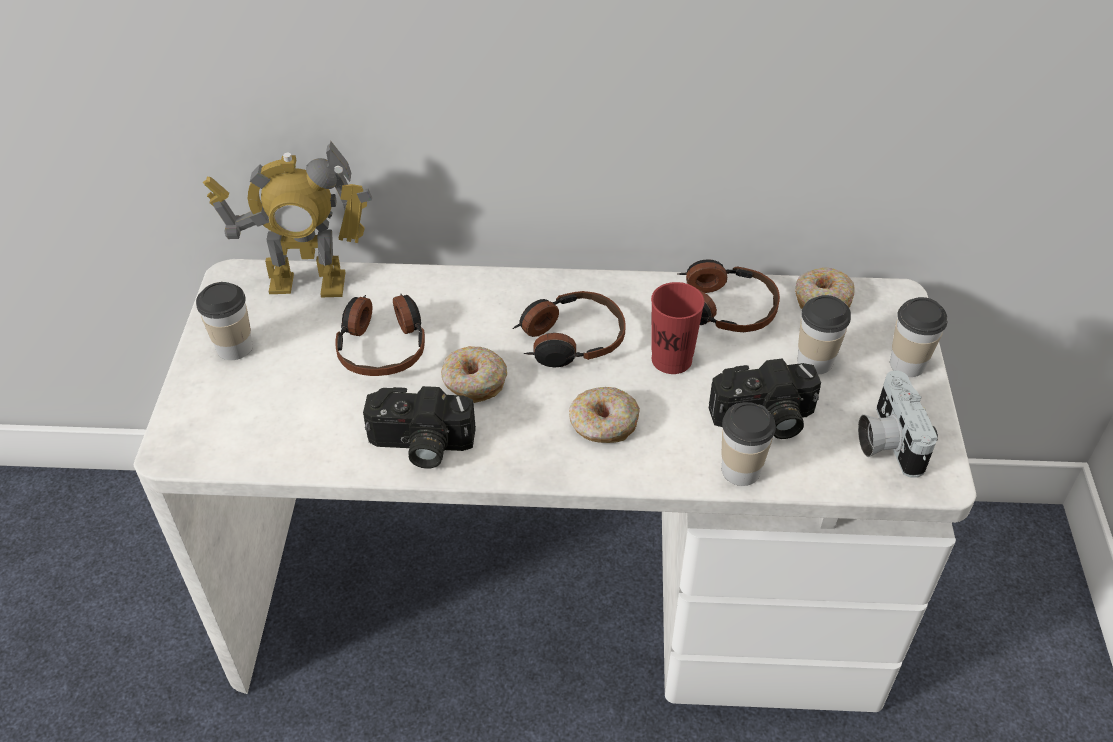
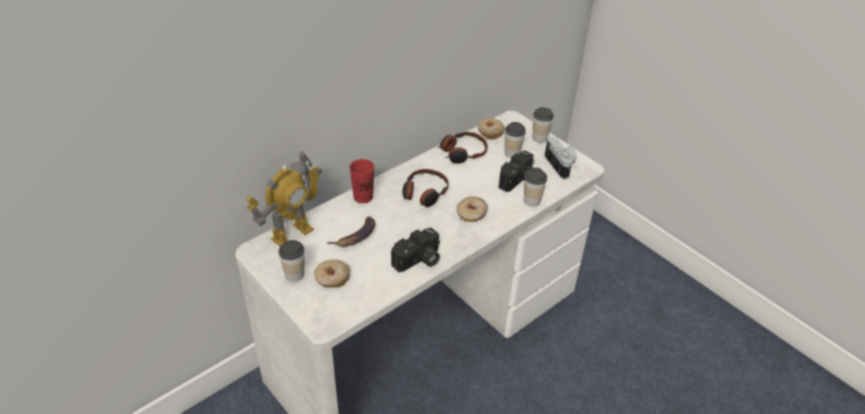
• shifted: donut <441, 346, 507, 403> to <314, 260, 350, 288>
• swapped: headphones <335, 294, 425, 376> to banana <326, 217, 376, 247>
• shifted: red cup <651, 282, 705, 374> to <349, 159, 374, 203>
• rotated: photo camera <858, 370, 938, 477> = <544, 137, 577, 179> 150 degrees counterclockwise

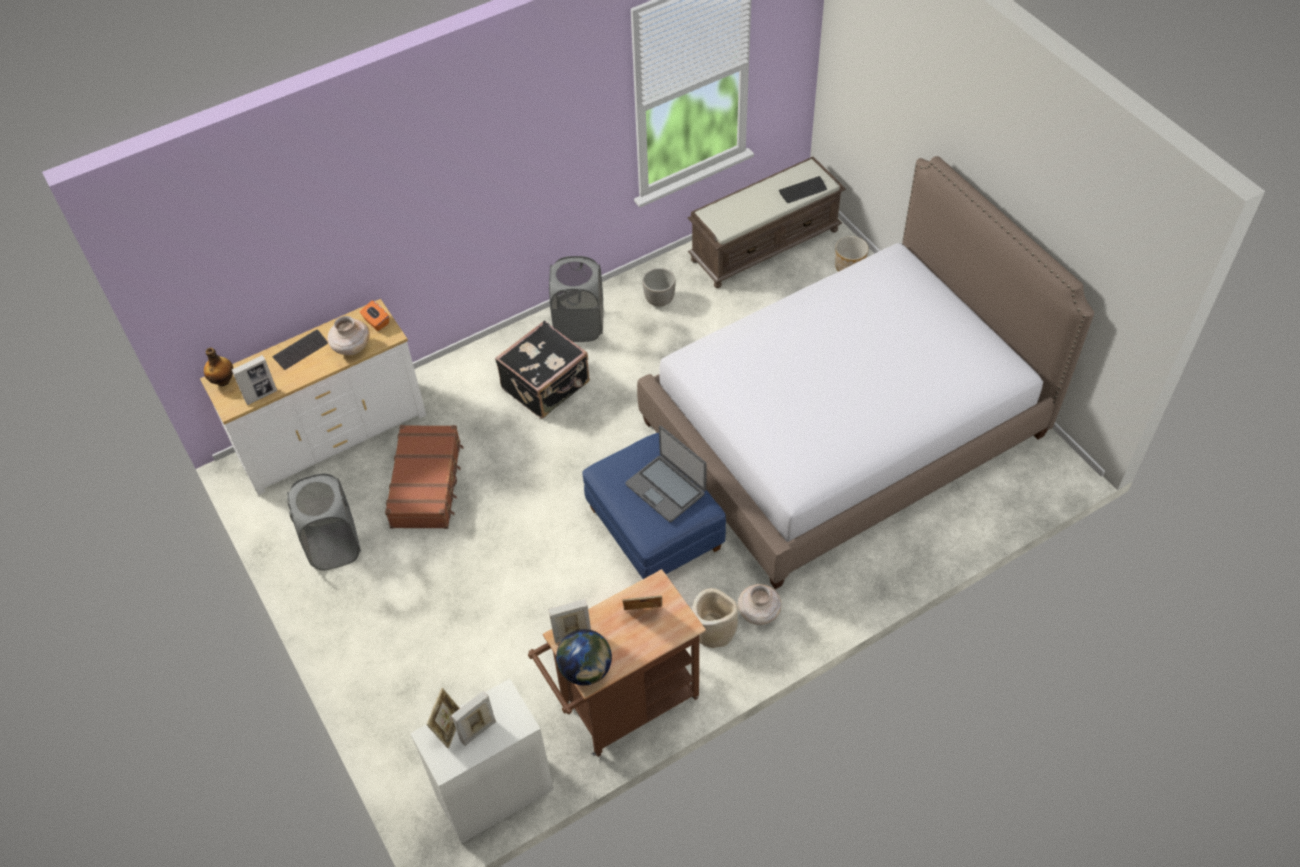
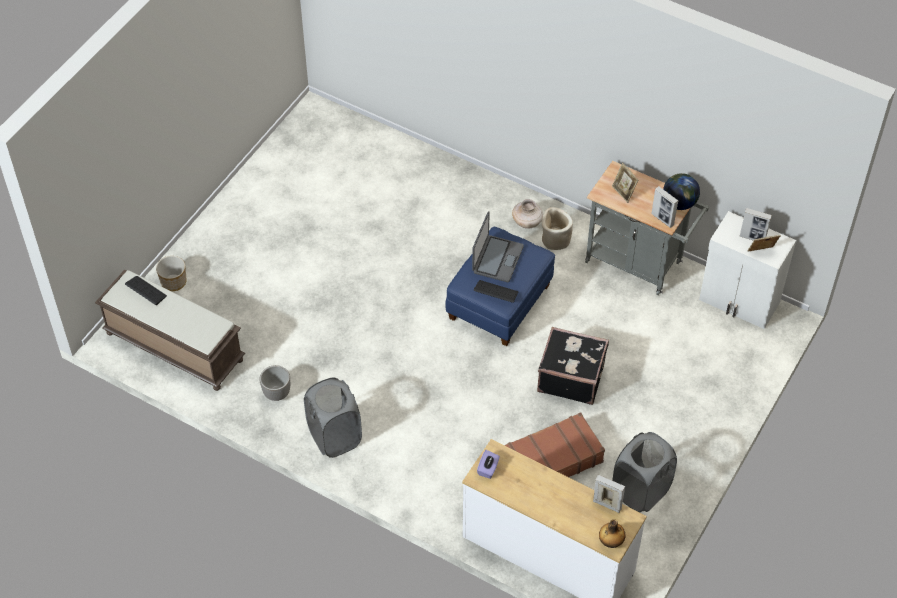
• shifted: keyboard <272, 329, 328, 370> to <474, 280, 518, 303>
• repainted: orange tissue box <360, 301, 389, 331> to purple tissue box <477, 450, 500, 479>
• shifted: black suitcase <495, 320, 590, 419> to <537, 327, 609, 405>
• repainted: brown cart <528, 569, 706, 757> to grey cart <585, 161, 709, 295>
• gone: beige vase <328, 316, 370, 355>
• gone: bed <637, 156, 1094, 589>

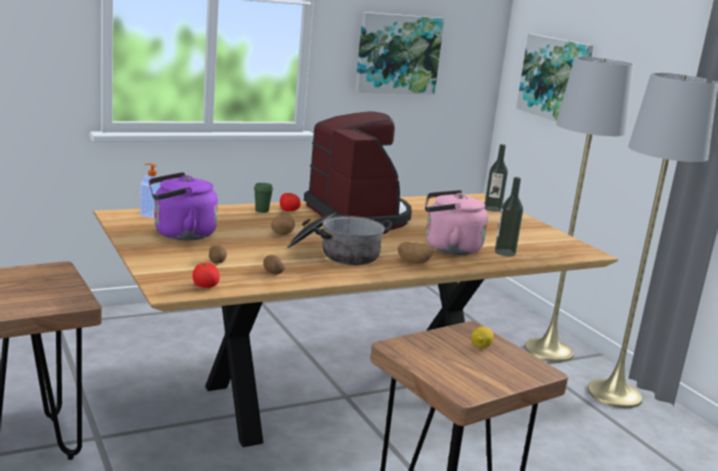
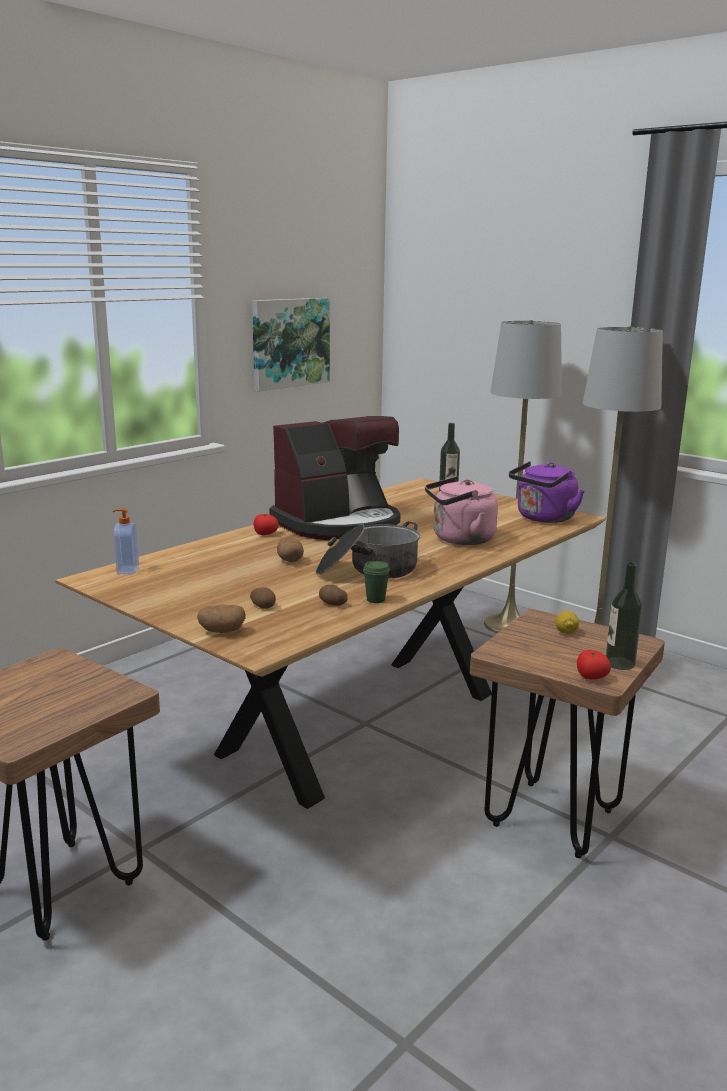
• shifted: potato <397, 242, 433, 264> to <197, 604, 246, 633>
• rotated: coffee machine <304, 111, 412, 230> = <269, 416, 400, 540> 105 degrees clockwise
• shifted: green cup <254, 183, 273, 213> to <363, 561, 390, 603>
• shifted: purple kettle <149, 172, 218, 241> to <509, 461, 584, 523>
• shifted: tomato <193, 263, 220, 288> to <577, 650, 611, 680>
• shifted: bottle <495, 177, 523, 256> to <606, 562, 642, 670>
• gone: picture <516, 34, 593, 122>

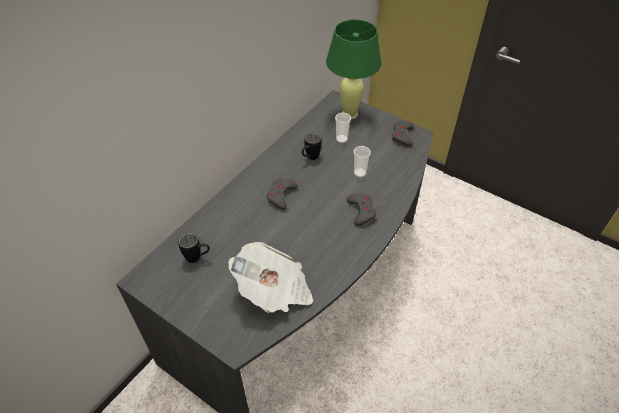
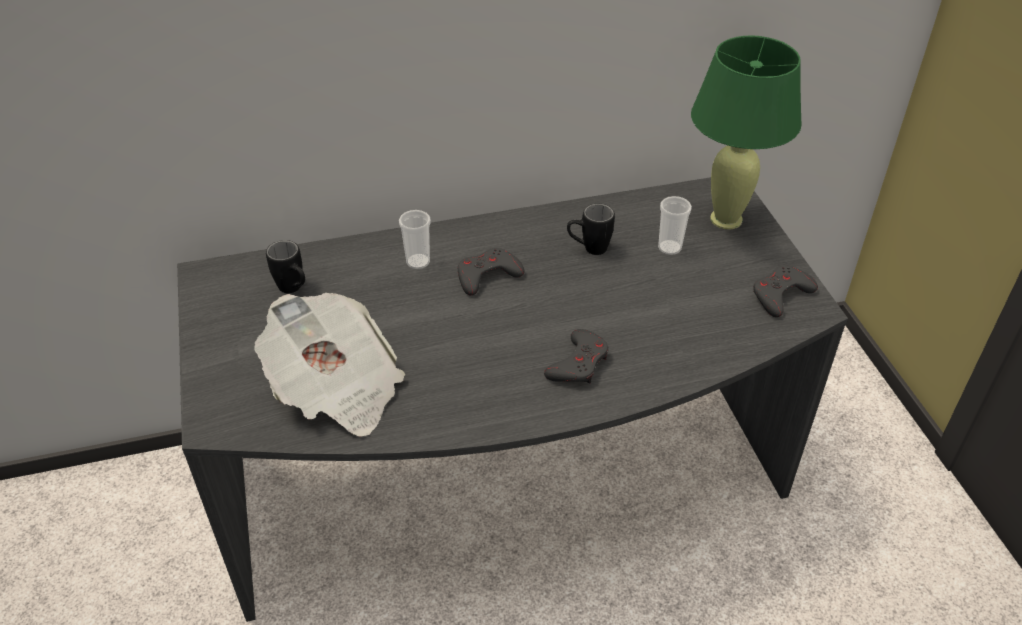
• shifted: cup <354, 146, 371, 177> to <399, 210, 431, 269>

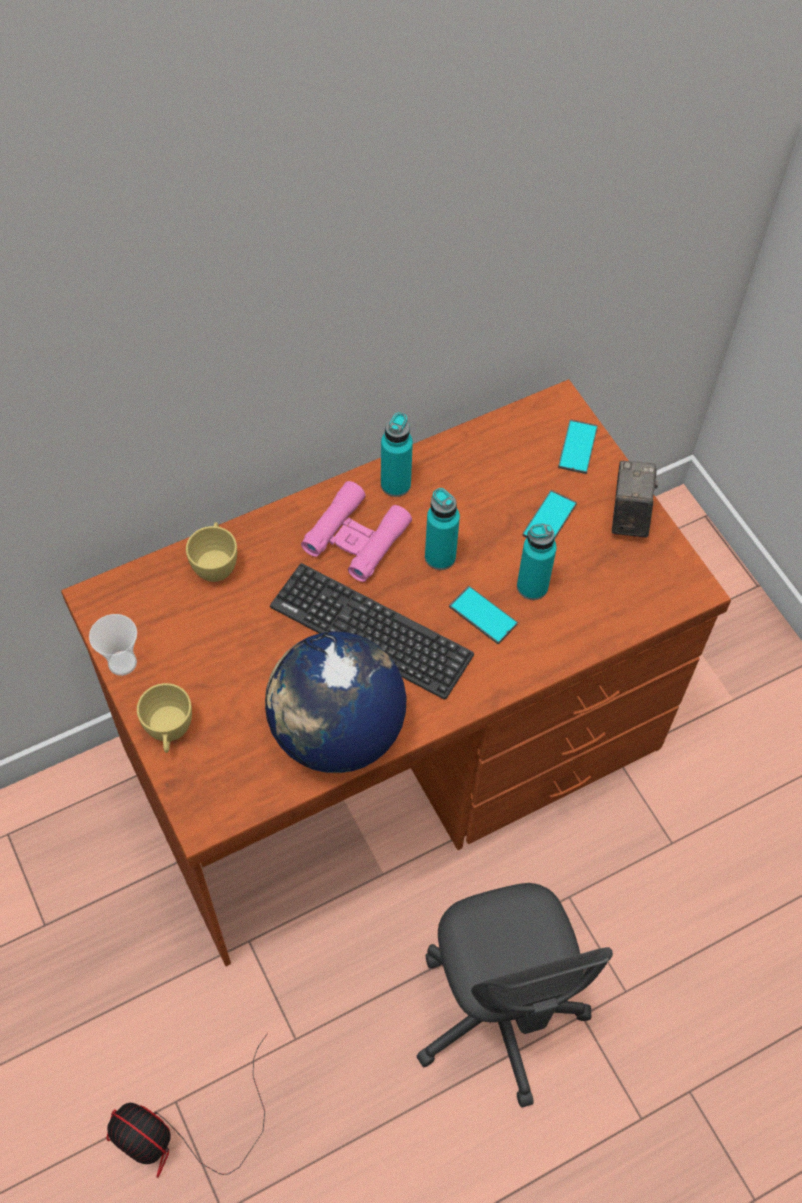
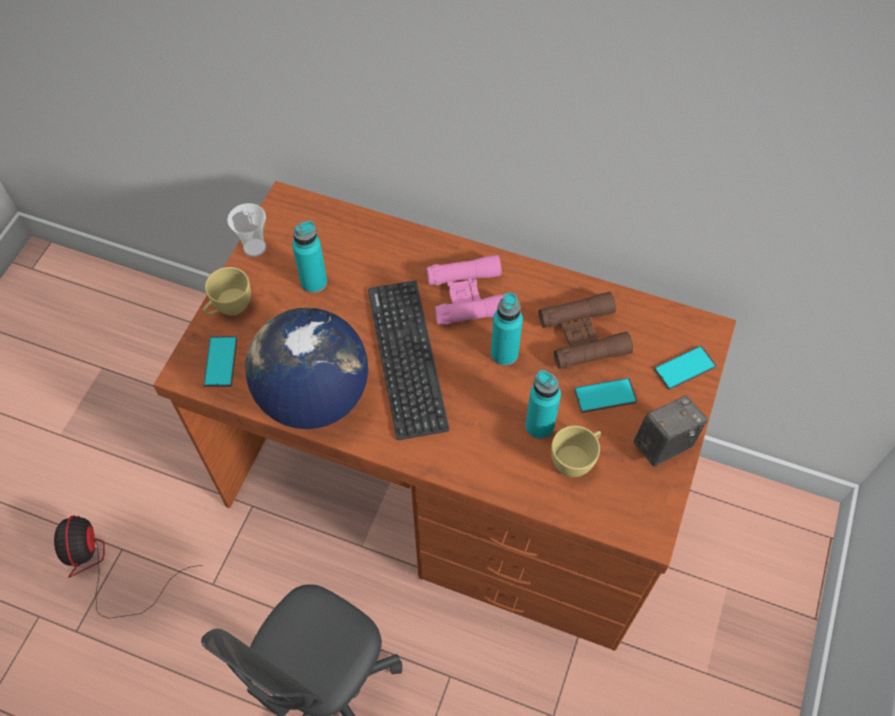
• shifted: phone <449, 586, 518, 644> to <204, 336, 237, 387>
• shifted: turquoise bottle <381, 412, 413, 497> to <292, 221, 327, 293>
• new: brown binoculars <538, 292, 633, 369>
• shifted: yellow cup <186, 522, 237, 582> to <551, 426, 601, 477>

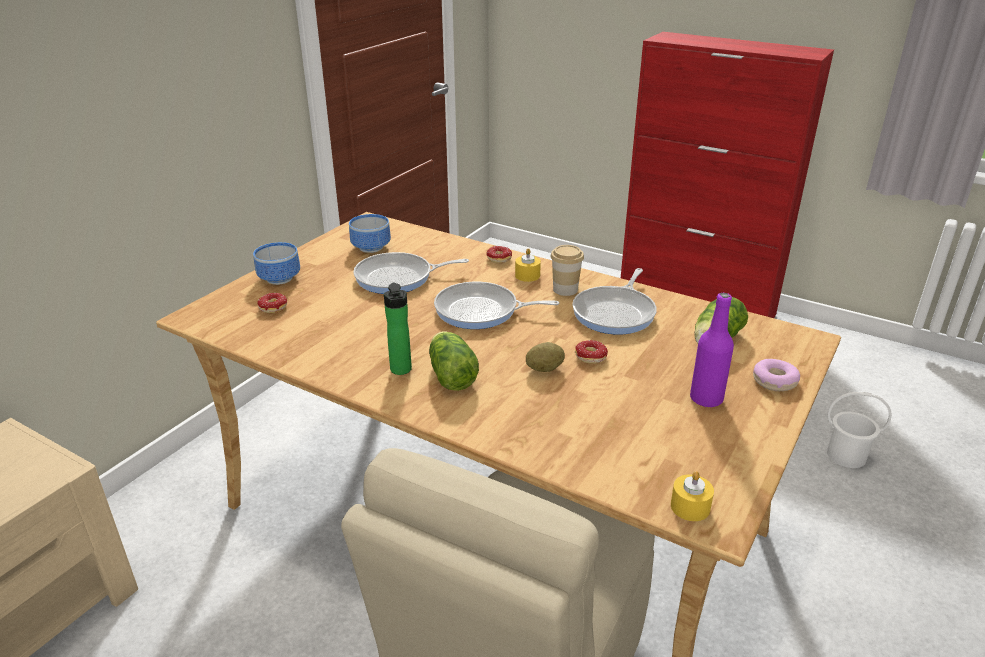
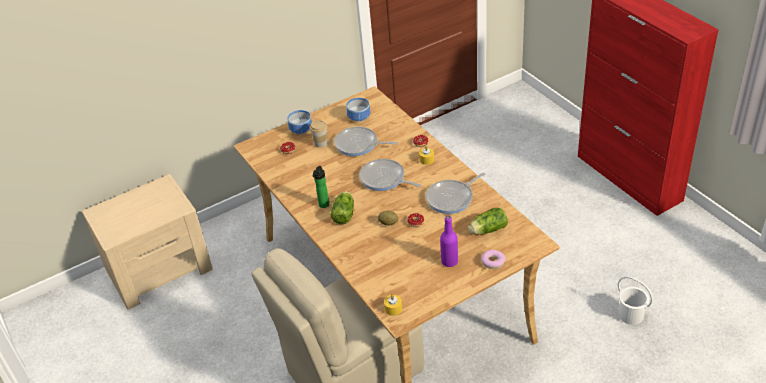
• shifted: cup <550, 245, 584, 296> to <309, 120, 328, 148>

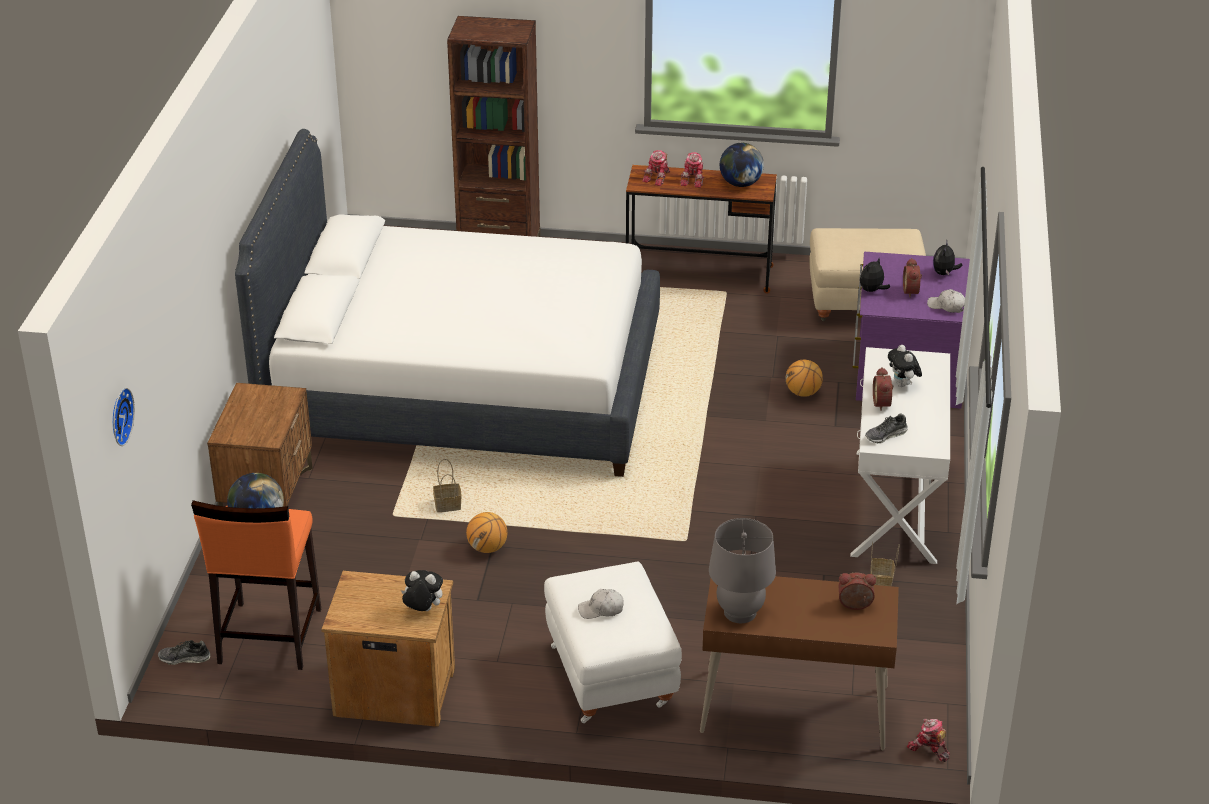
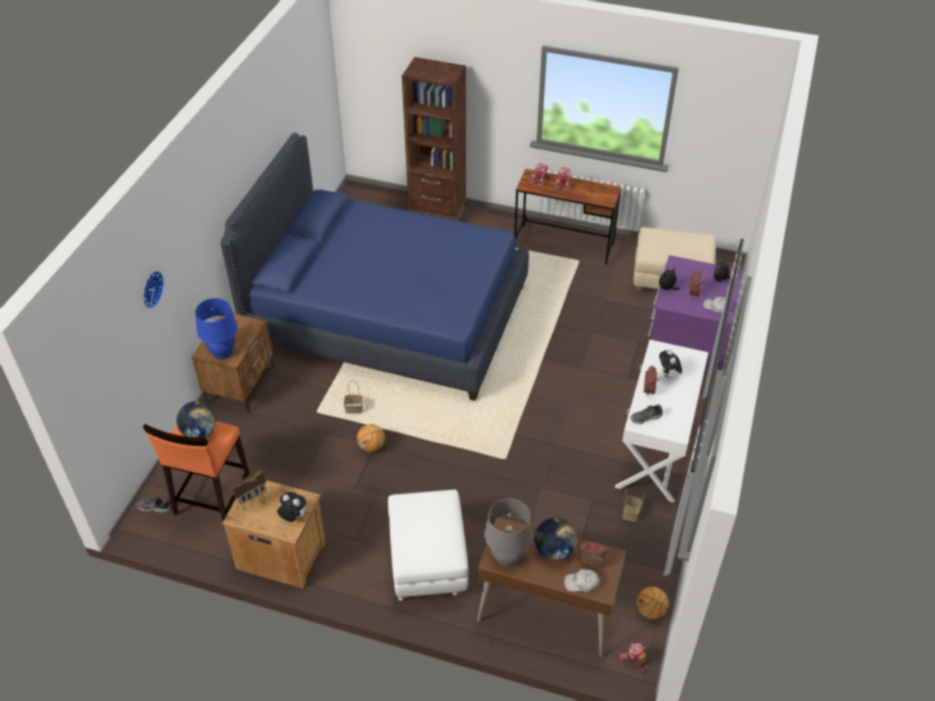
• shifted: wall clock <113, 388, 135, 446> to <143, 271, 164, 308>
• new: blue table lamp <195, 298, 238, 359>
• repainted: white bed <235, 129, 660, 477> to blue bed <221, 133, 529, 401>
• new: toy house <230, 470, 267, 511>
• shifted: globe <720, 143, 764, 187> to <535, 517, 577, 560>
• shifted: white cap <578, 589, 624, 619> to <564, 569, 599, 592>
• shifted: basketball <786, 360, 823, 397> to <637, 587, 669, 619>

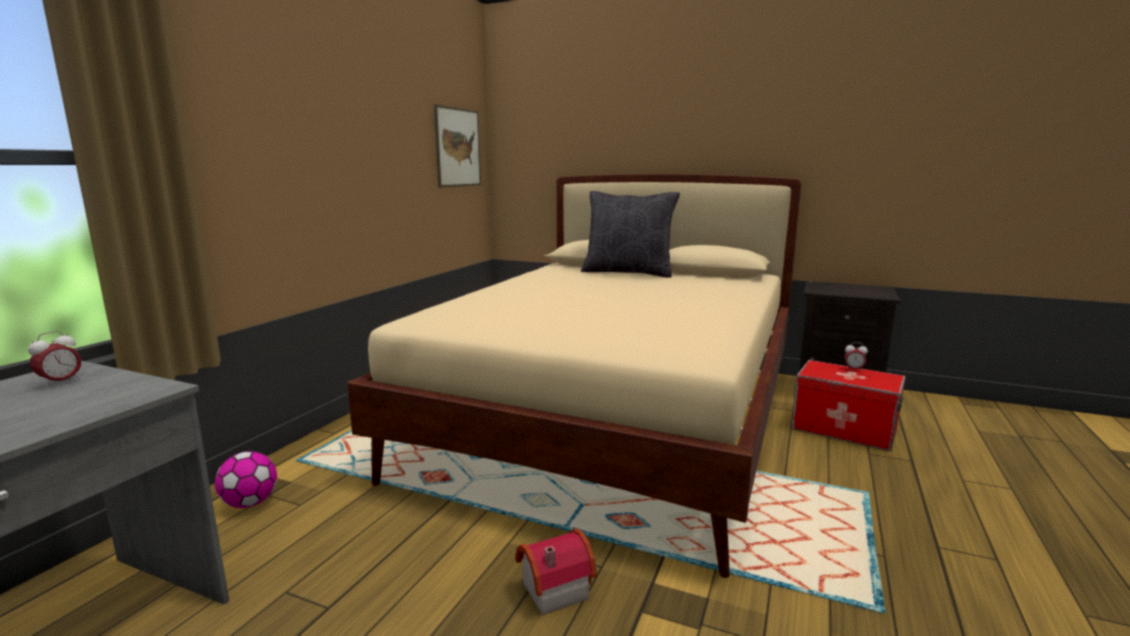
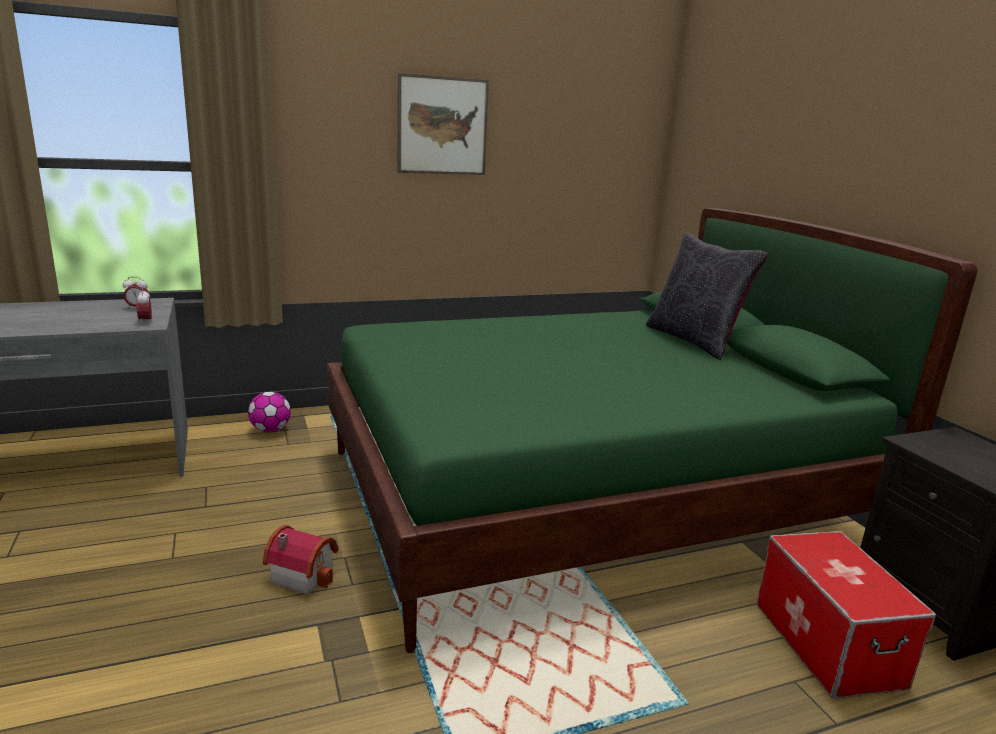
• shifted: alarm clock <844, 342, 868, 371> to <136, 288, 152, 323>
• repainted: beige bed <347, 174, 802, 578> to green bed <327, 208, 977, 653>
• shifted: picture <434, 104, 481, 187> to <398, 73, 489, 175>

